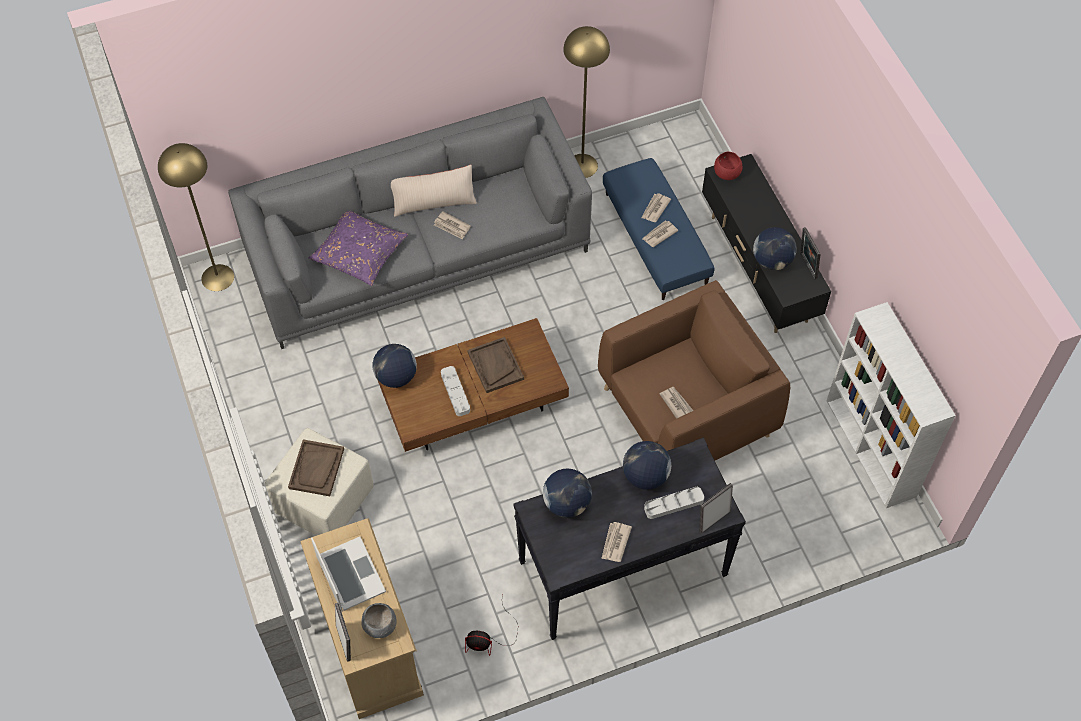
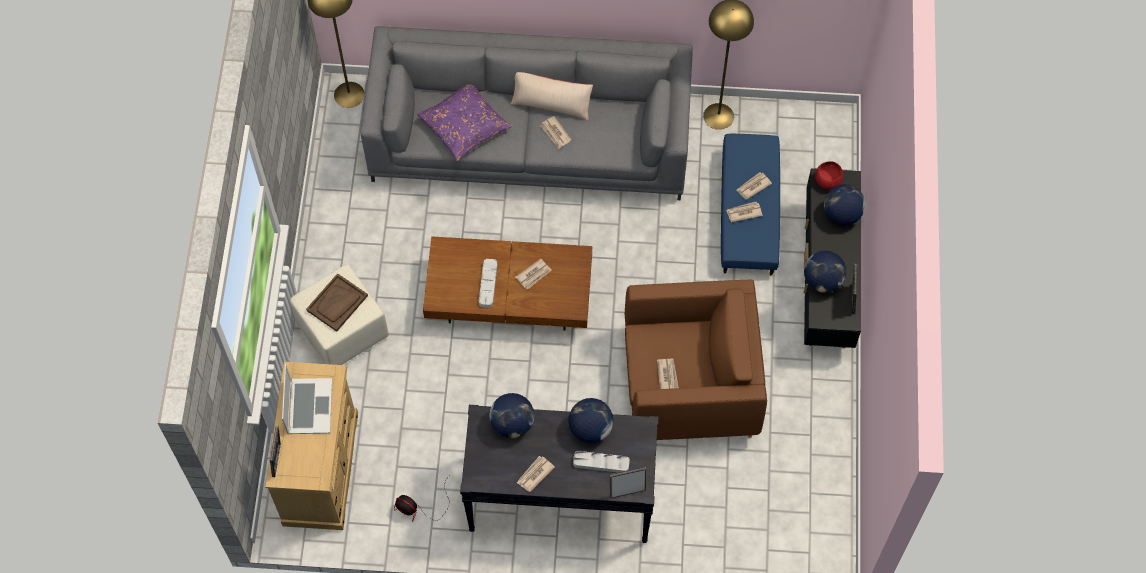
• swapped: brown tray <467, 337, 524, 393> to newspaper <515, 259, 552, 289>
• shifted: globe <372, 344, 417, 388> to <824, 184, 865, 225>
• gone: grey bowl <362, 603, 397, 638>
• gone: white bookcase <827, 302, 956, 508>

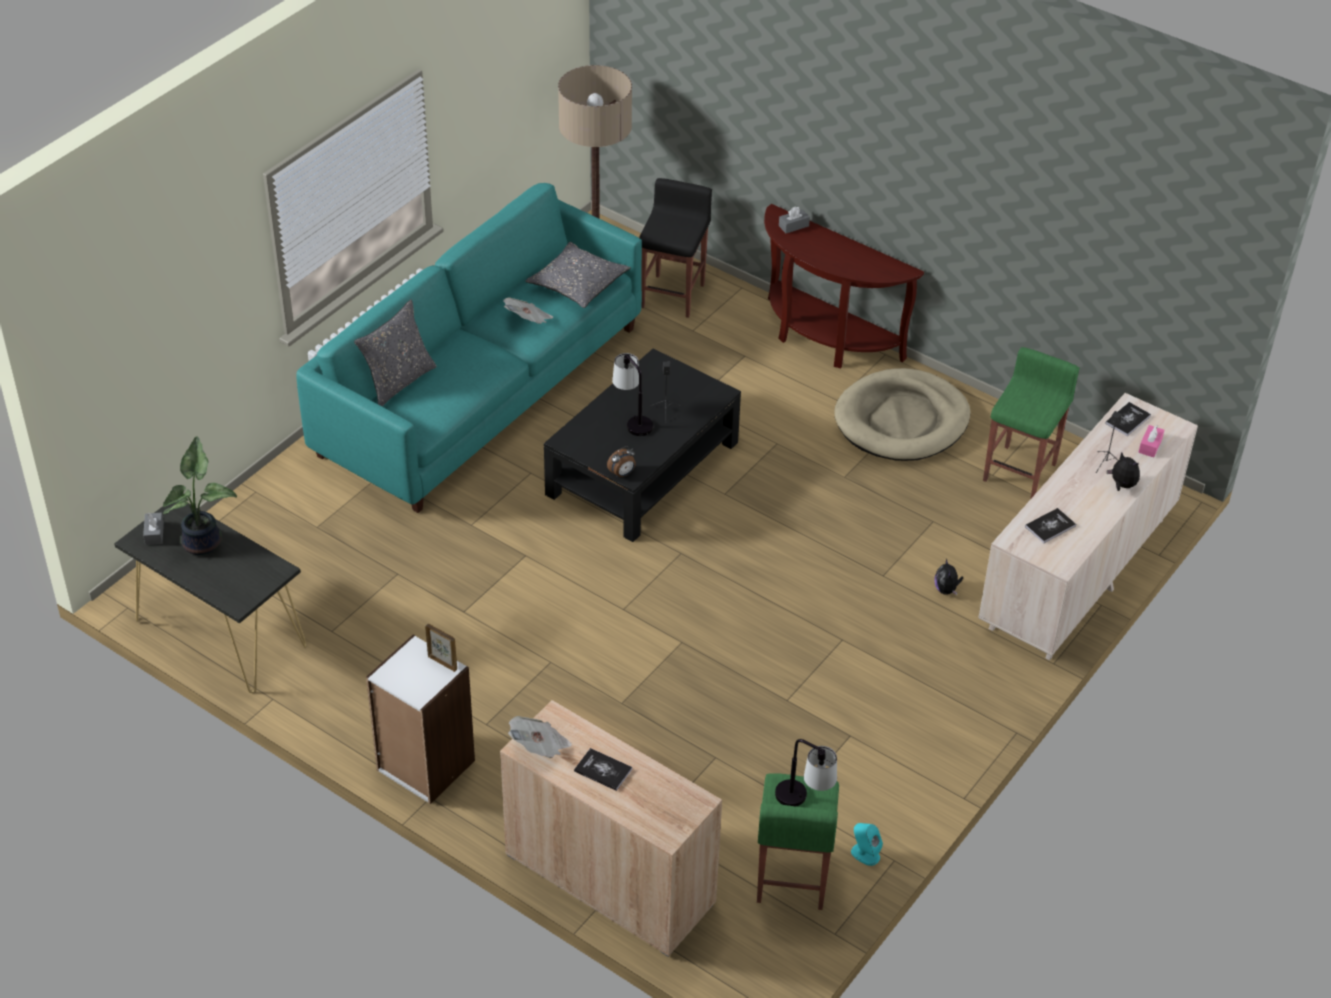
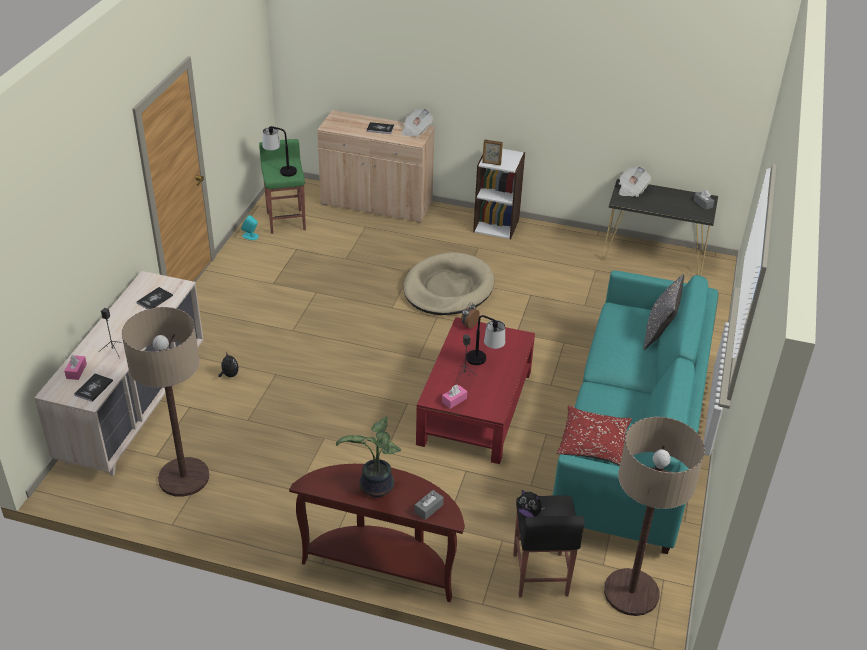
• swapped: green stool <983, 347, 1080, 499> to floor lamp <122, 307, 210, 497>
• shifted: potted plant <163, 436, 237, 555> to <336, 416, 401, 497>
• shifted: beige dog bed <834, 368, 970, 461> to <403, 252, 494, 315>
• repainted: black coffee table <544, 348, 741, 542> to red coffee table <416, 317, 535, 464>
• new: pink tissue box <442, 385, 467, 409>
• shifted: plush toy <1107, 453, 1140, 491> to <517, 490, 545, 517>
• repainted: grey pillow <525, 242, 631, 308> to red pillow <556, 405, 632, 466>
• shifted: newspaper <503, 297, 553, 324> to <618, 166, 651, 197>

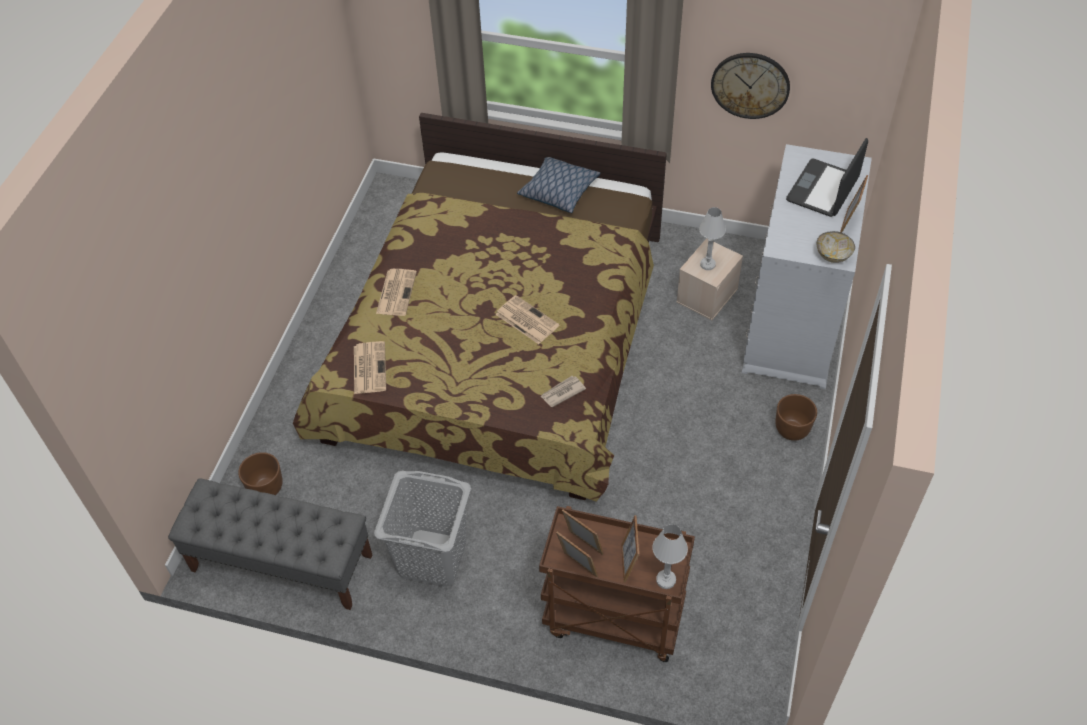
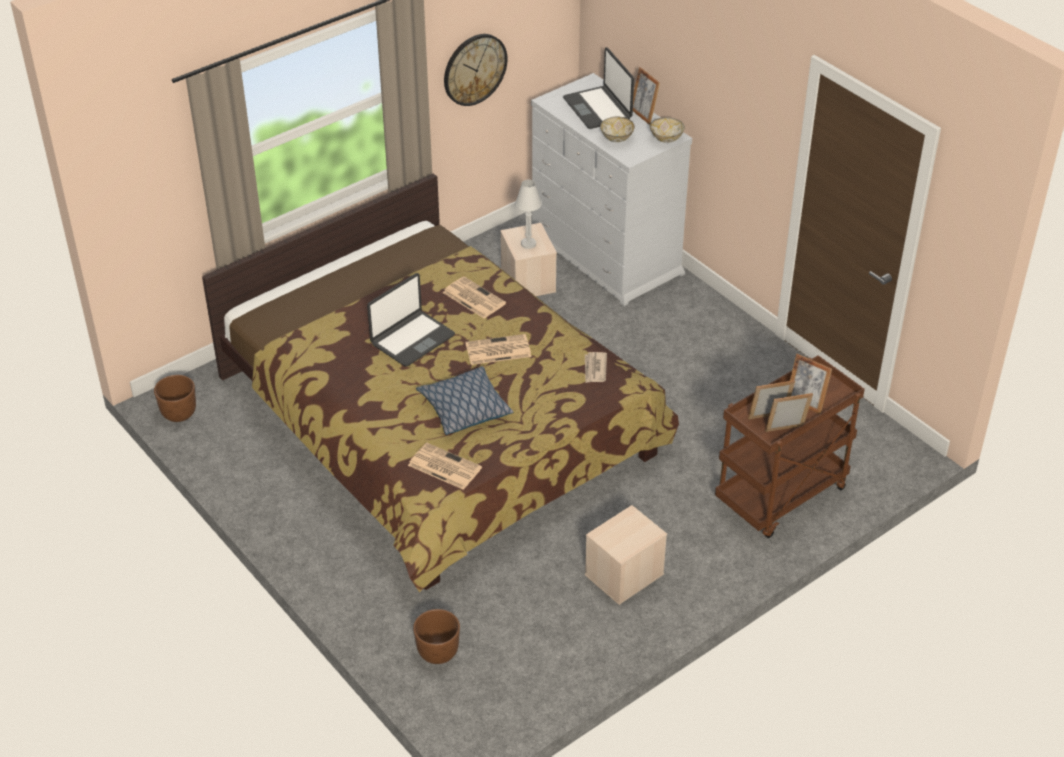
• shifted: brown planter <776, 394, 817, 441> to <154, 375, 196, 422>
• new: laptop <367, 273, 455, 367>
• shifted: pillow <517, 157, 601, 213> to <416, 366, 513, 435>
• shifted: newspaper <376, 269, 417, 316> to <443, 276, 506, 319>
• swapped: grey laundry basket <374, 470, 471, 587> to beige storage box <585, 505, 667, 605>
• new: bowl <600, 117, 635, 142>
• gone: grey bench <168, 478, 372, 610>
• gone: white table lamp <652, 524, 688, 589>

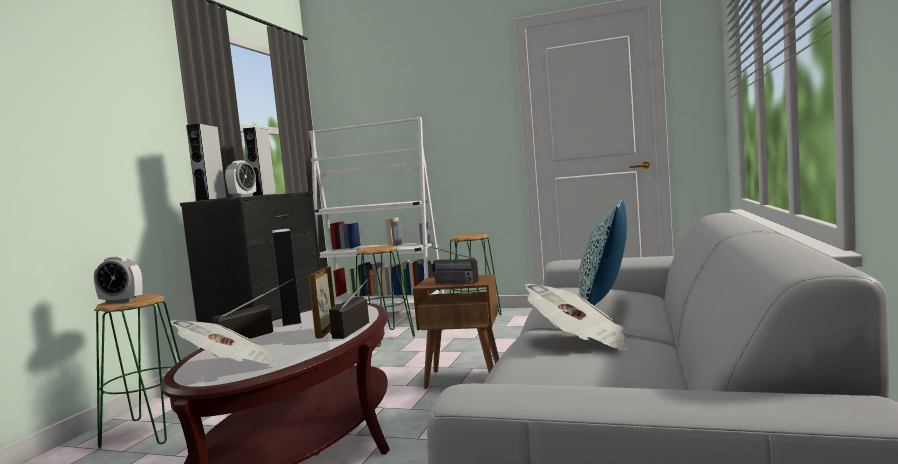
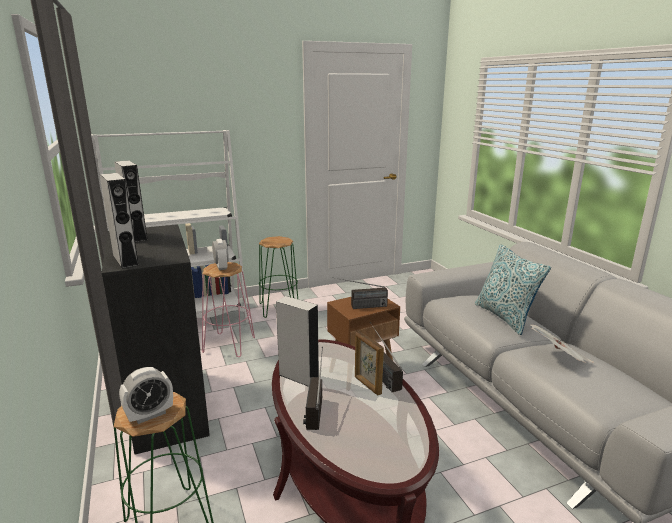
• repainted: green stool <356, 245, 415, 347> to pink stool <202, 262, 255, 357>
• shifted: alarm clock <225, 160, 256, 198> to <212, 239, 229, 270>
• gone: newspaper <170, 320, 277, 364>

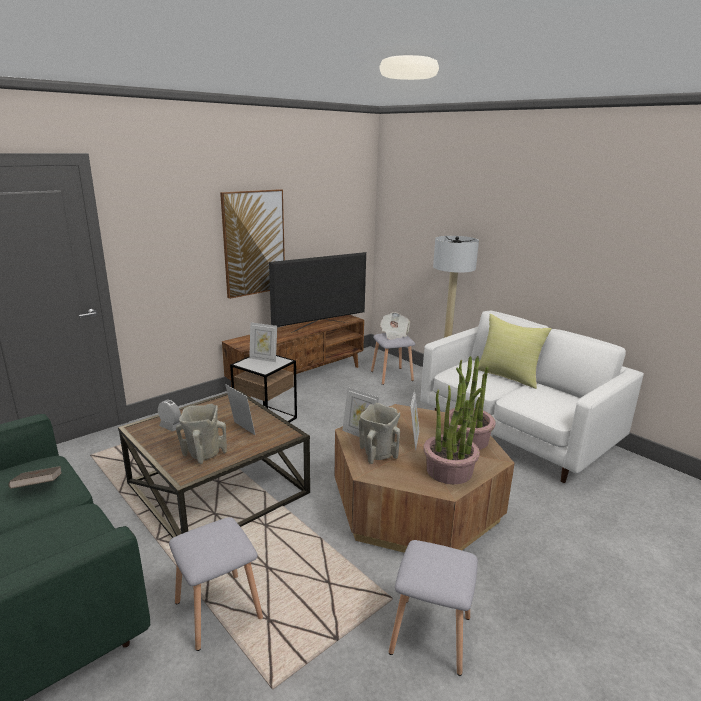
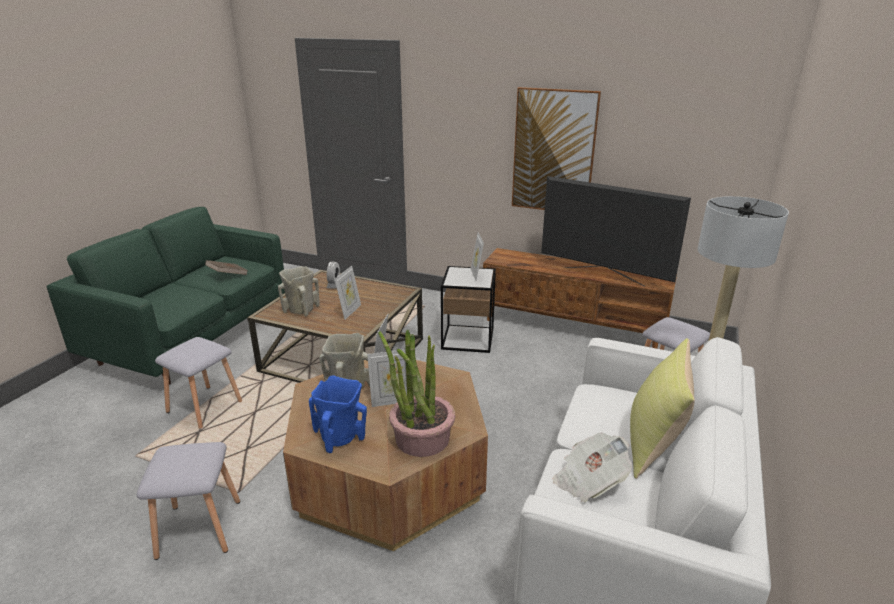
• swapped: potted plant <423, 380, 482, 484> to blue vase <309, 375, 367, 453>
• shifted: newspaper <380, 312, 410, 339> to <553, 432, 632, 502>

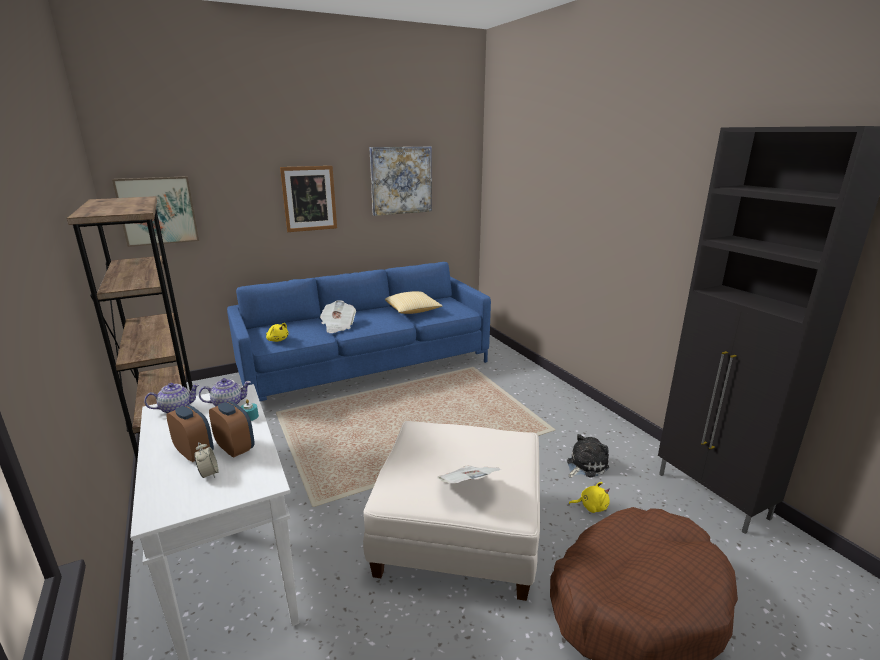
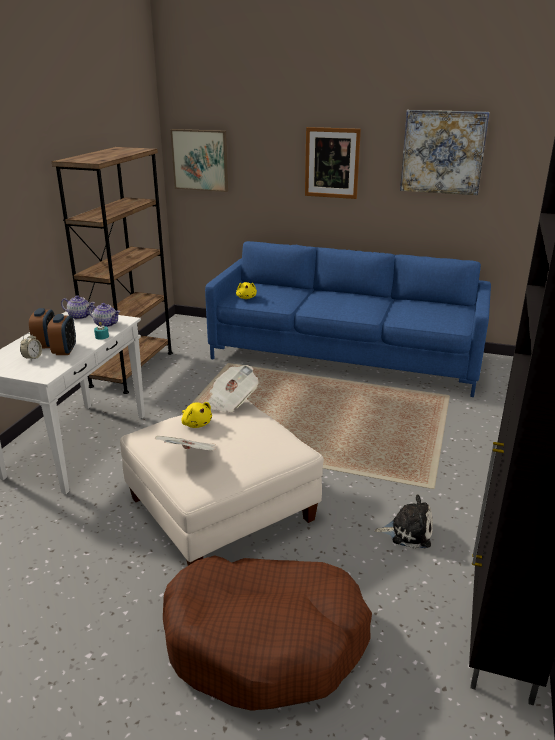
• shifted: yellow plush toy <569, 482, 610, 513> to <181, 402, 212, 428>
• shifted: newspaper <320, 300, 356, 333> to <208, 365, 259, 413>
• gone: pillow <385, 291, 442, 314>

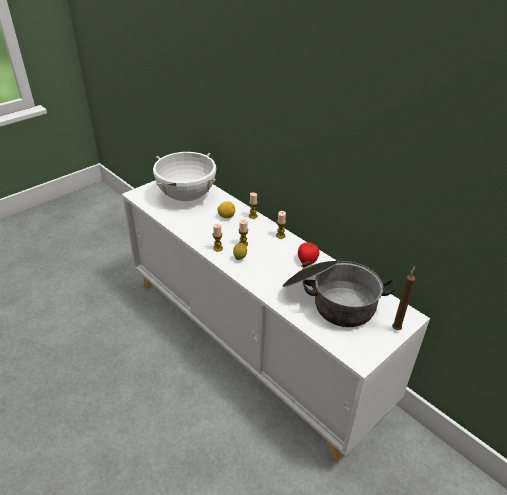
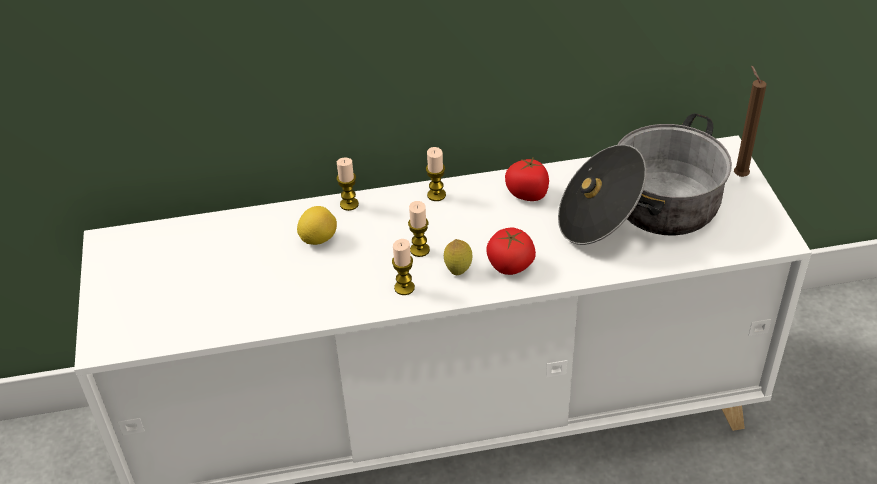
• new: tomato <486, 228, 536, 275>
• gone: white cooking pot <153, 152, 216, 201>

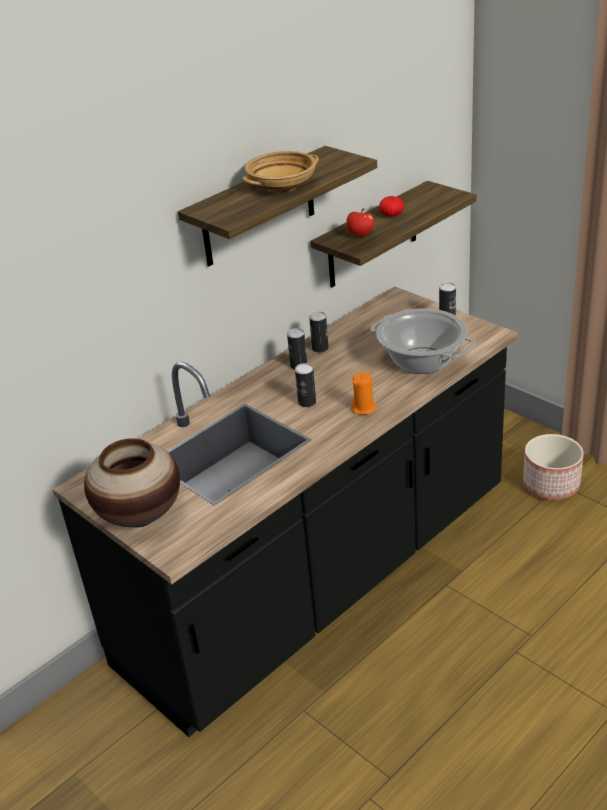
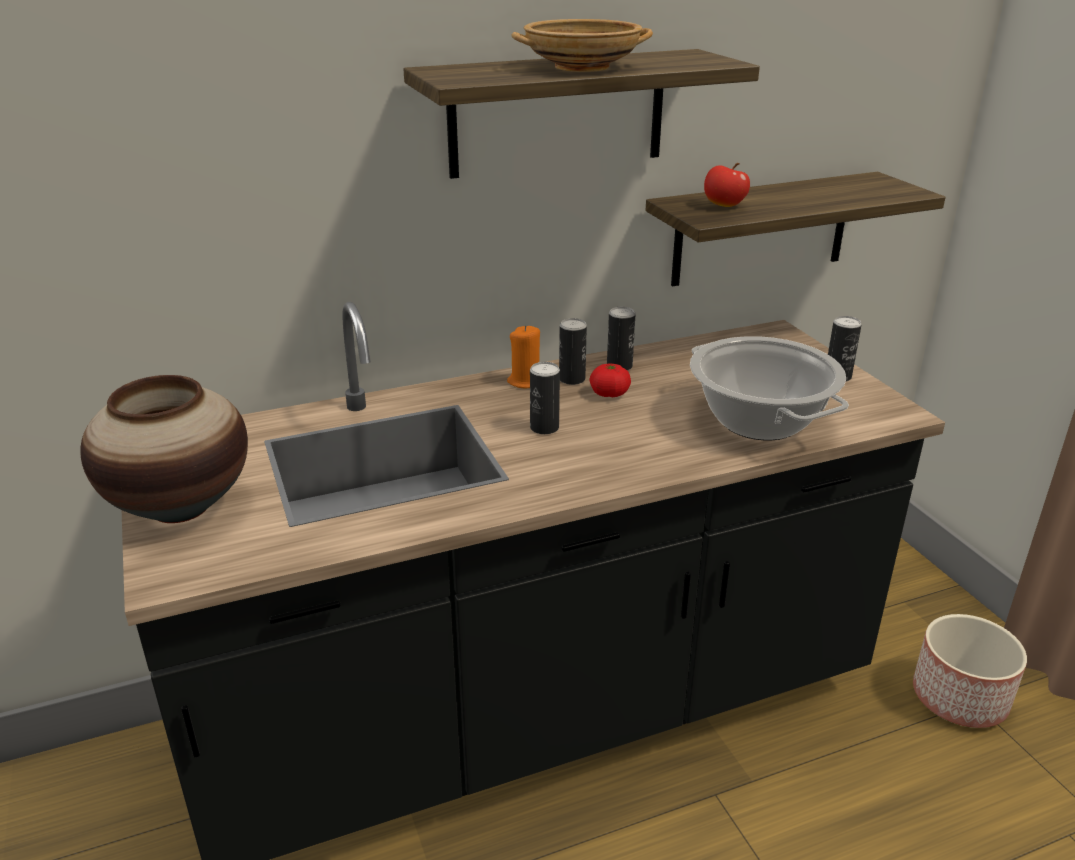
• shifted: orange candle <351, 372, 377, 415> to <507, 325, 540, 388>
• shifted: tomato <379, 196, 404, 217> to <590, 364, 631, 397>

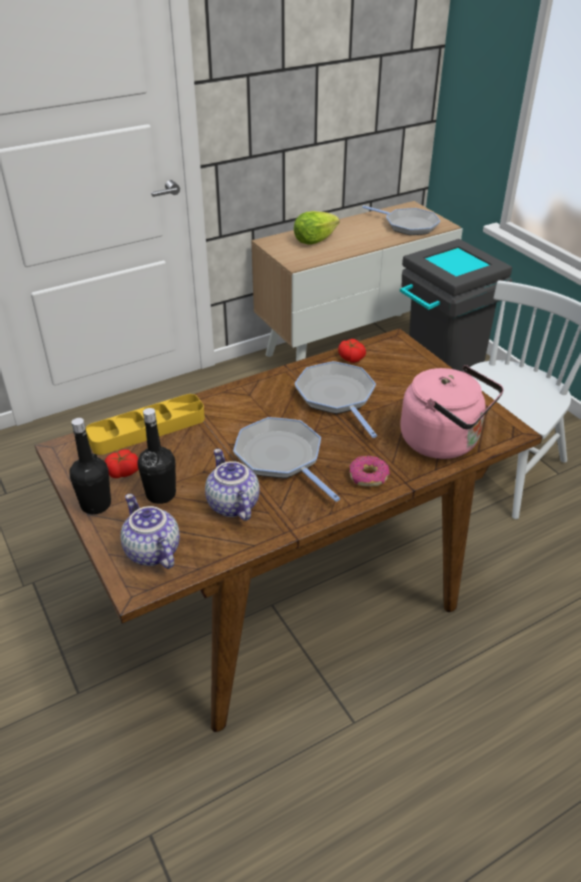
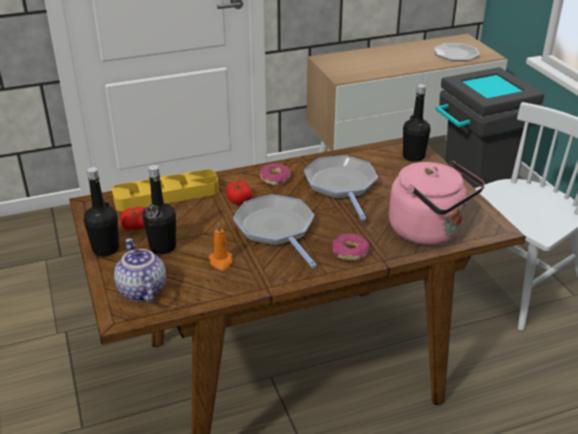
• swapped: teapot <205, 449, 260, 521> to orange candle <209, 223, 233, 270>
• shifted: tomato <338, 339, 366, 363> to <226, 181, 253, 204>
• new: donut <260, 163, 292, 186>
• new: black bottle <403, 84, 430, 162>
• swapped: frying pan <362, 205, 440, 235> to plate <433, 43, 480, 60>
• gone: lettuce <294, 211, 340, 245>

